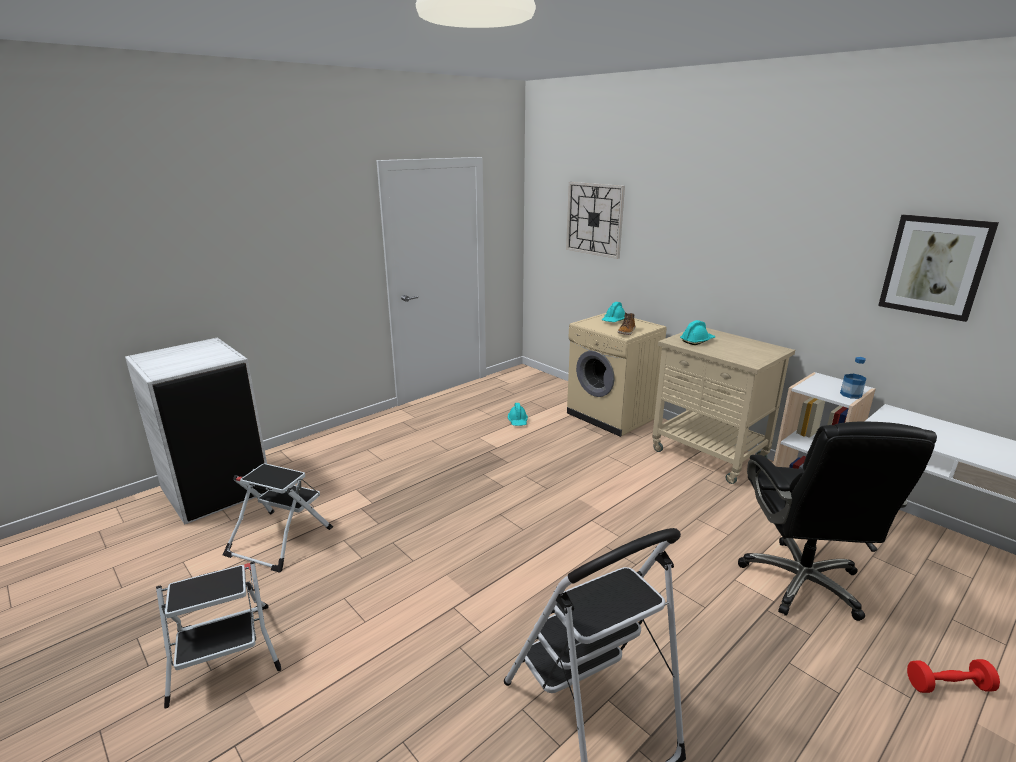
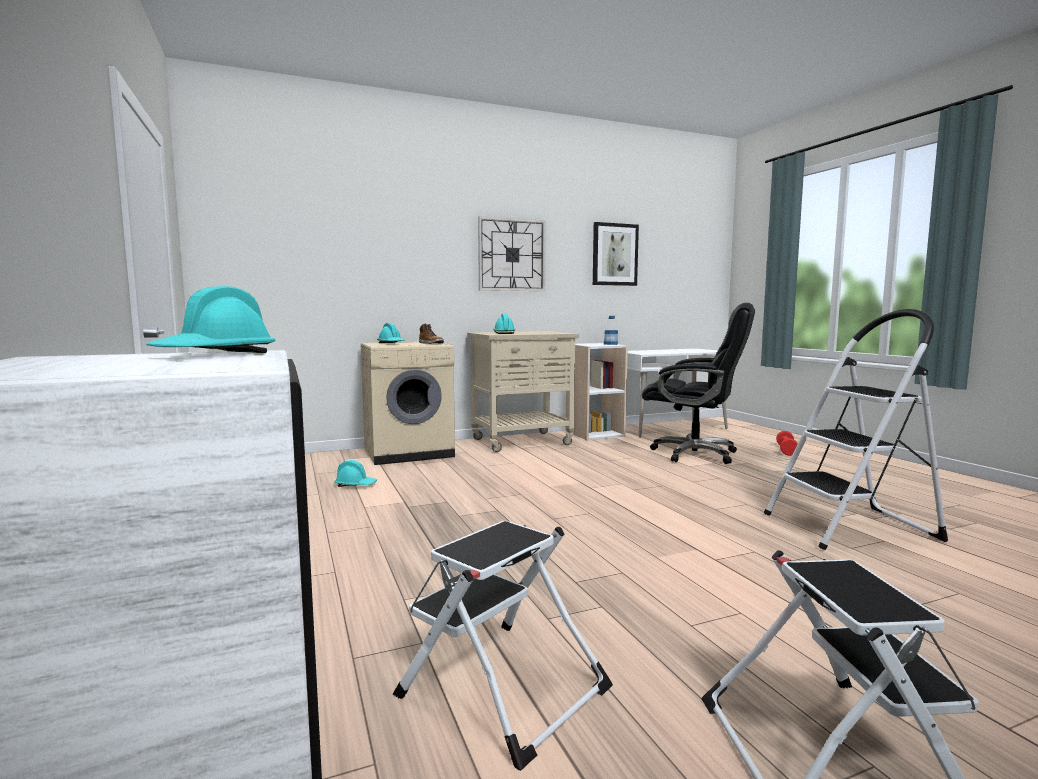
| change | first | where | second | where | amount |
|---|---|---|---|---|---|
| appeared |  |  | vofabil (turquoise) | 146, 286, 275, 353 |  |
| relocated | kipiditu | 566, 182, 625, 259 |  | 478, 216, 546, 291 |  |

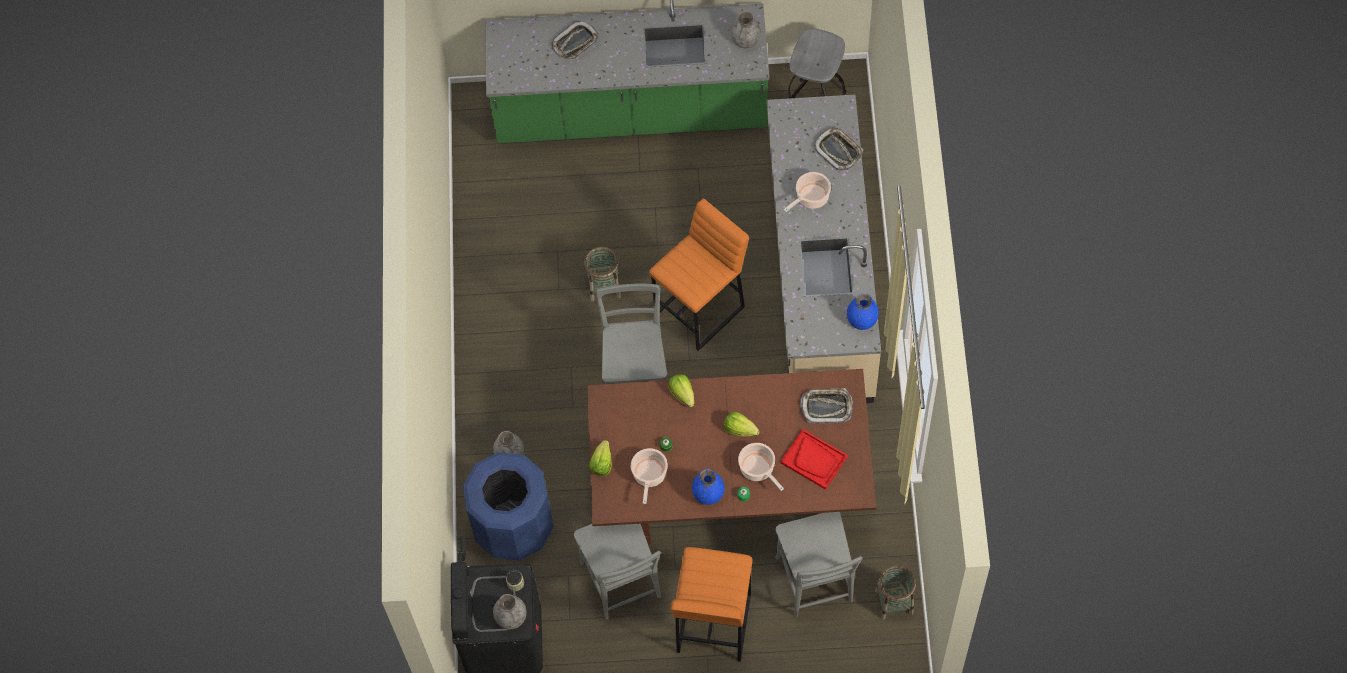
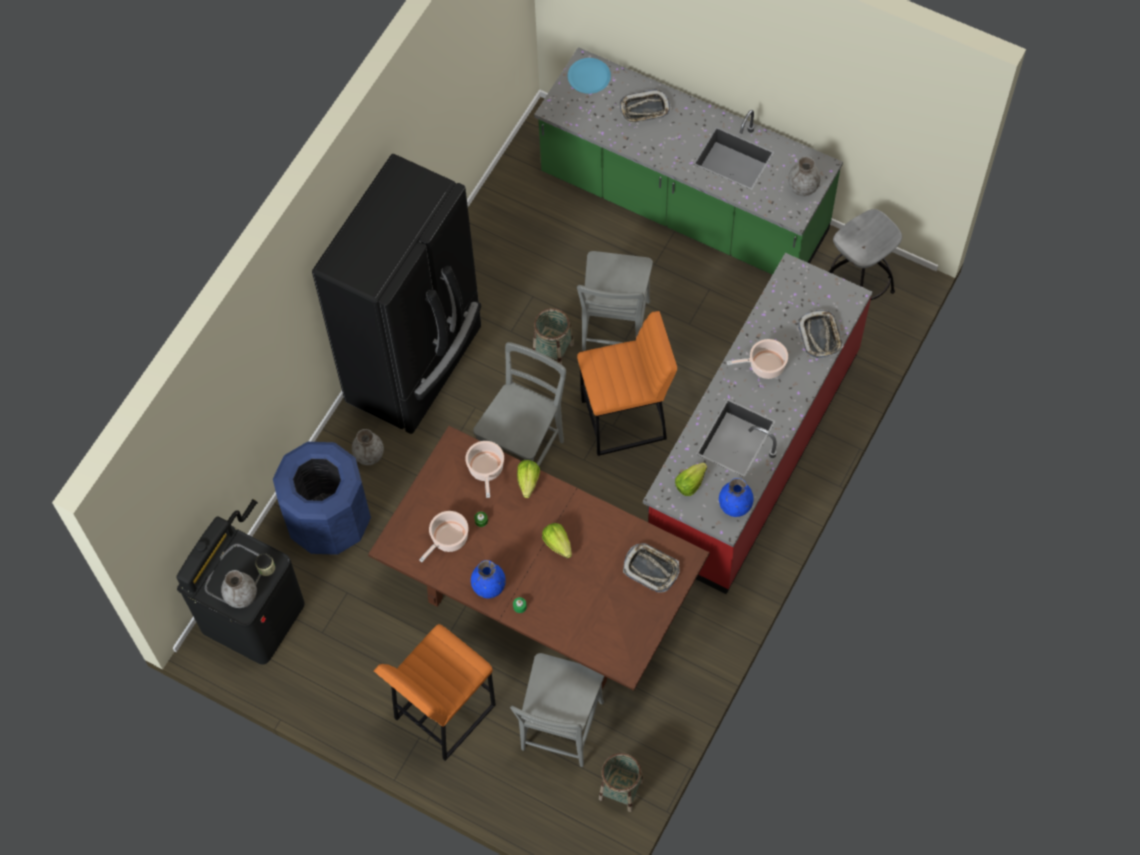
| change | first | where | second | where | amount |
|---|---|---|---|---|---|
| appeared |  |  | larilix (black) | 312, 154, 481, 434 |  |
| relocated | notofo | 738, 443, 784, 491 |  | 465, 441, 504, 498 |  |
| appeared |  |  | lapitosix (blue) | 568, 58, 611, 94 |  |
| relocated | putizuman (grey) | 574, 524, 661, 620 |  | 577, 251, 653, 351 |  |
| colour | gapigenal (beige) | 767, 95, 881, 403 | gapigenal (red) | 643, 253, 873, 594 |  |
| relocated | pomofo | 589, 440, 612, 476 |  | 675, 462, 707, 496 |  |
| missing | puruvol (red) | 780, 429, 848, 490 |  |  |  |

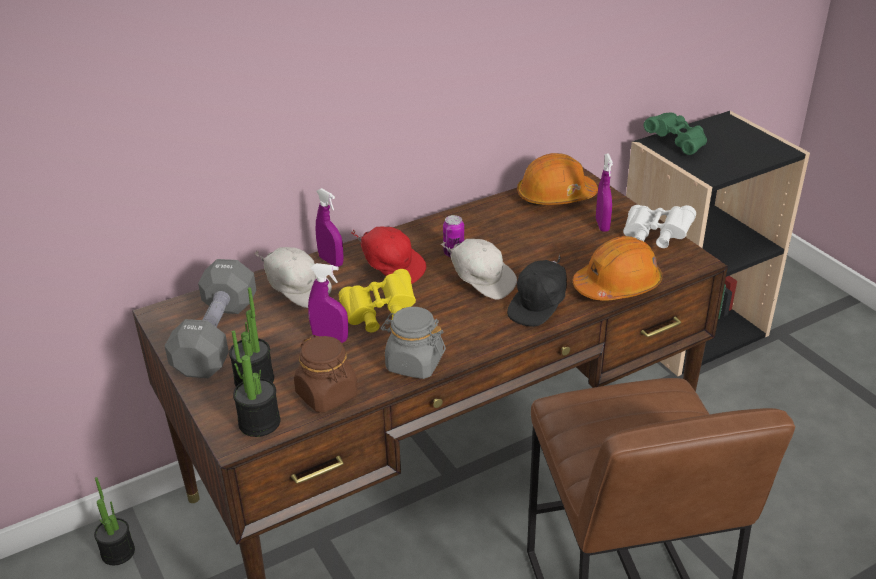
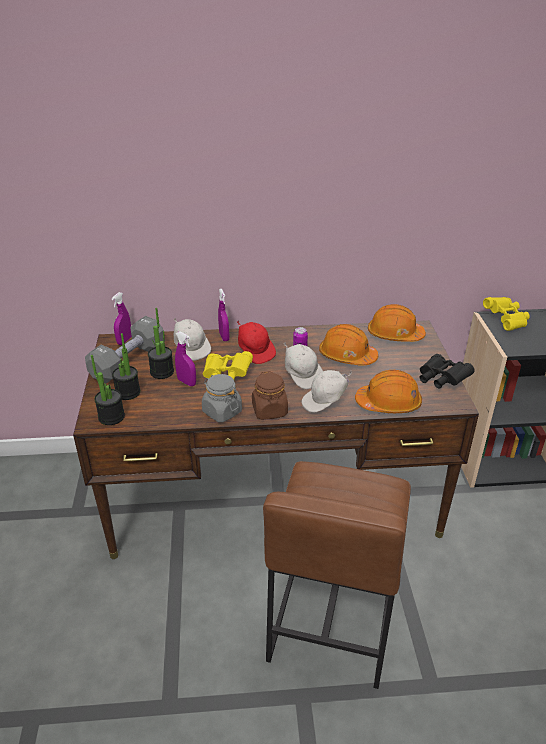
| change | first | where | second | where | amount |
|---|---|---|---|---|---|
| relocated | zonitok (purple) | 596, 153, 613, 232 |  | 111, 292, 132, 345 |  |
| relocated | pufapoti | 94, 477, 135, 565 |  | 148, 308, 174, 379 |  |
| relocated | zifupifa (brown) | 294, 335, 358, 413 |  | 252, 371, 288, 420 |  |
| colour | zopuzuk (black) | 507, 254, 567, 327 | zopuzuk (white) | 301, 370, 352, 413 |  |
| appeared |  |  | vofabil (orange) | 319, 324, 378, 366 |  |
| colour | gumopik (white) | 623, 205, 696, 248 | gumopik (black) | 420, 354, 475, 388 |  |
| colour | gumopik (green) | 644, 112, 707, 155 | gumopik (yellow) | 483, 297, 530, 331 |  |

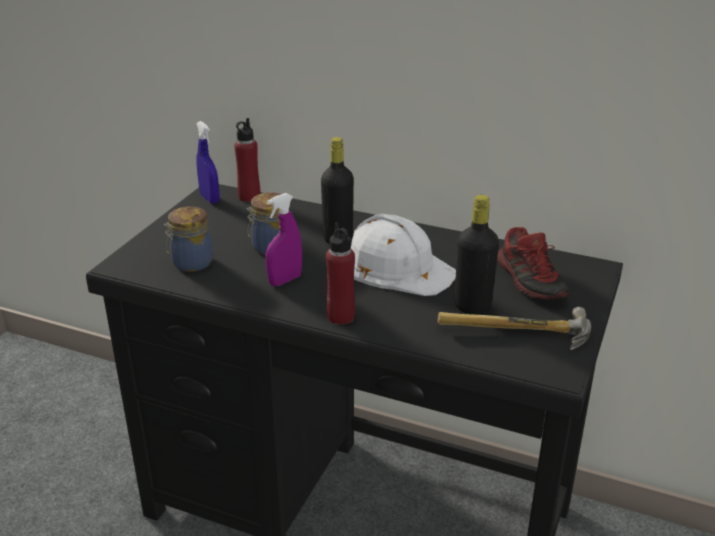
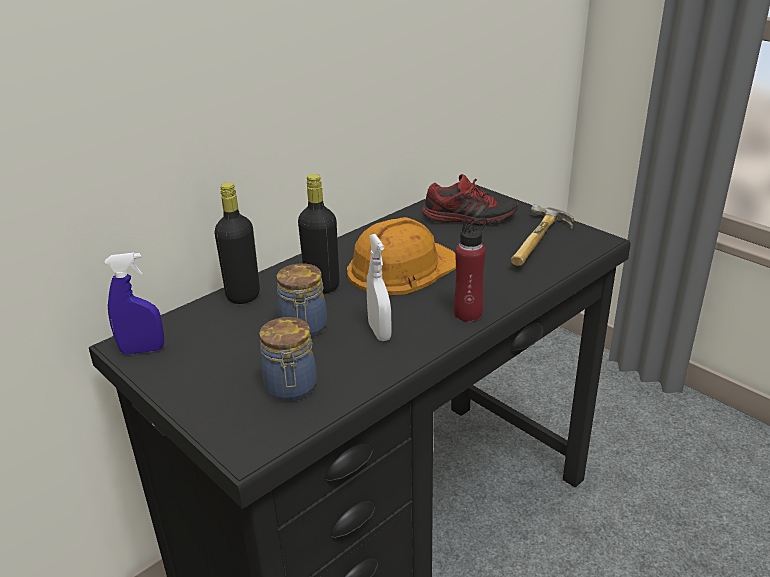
| change | first | where | second | where | amount |
|---|---|---|---|---|---|
| relocated | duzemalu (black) | 454, 195, 499, 314 |  | 214, 182, 260, 304 |  |
| colour | vofabil (white) | 351, 213, 456, 296 | vofabil (orange) | 347, 217, 456, 295 |  |
| colour | zonitok (purple) | 266, 193, 302, 286 | zonitok (white) | 366, 234, 392, 341 |  |
| missing | duzemalu (red) | 234, 118, 261, 202 |  |  |  |

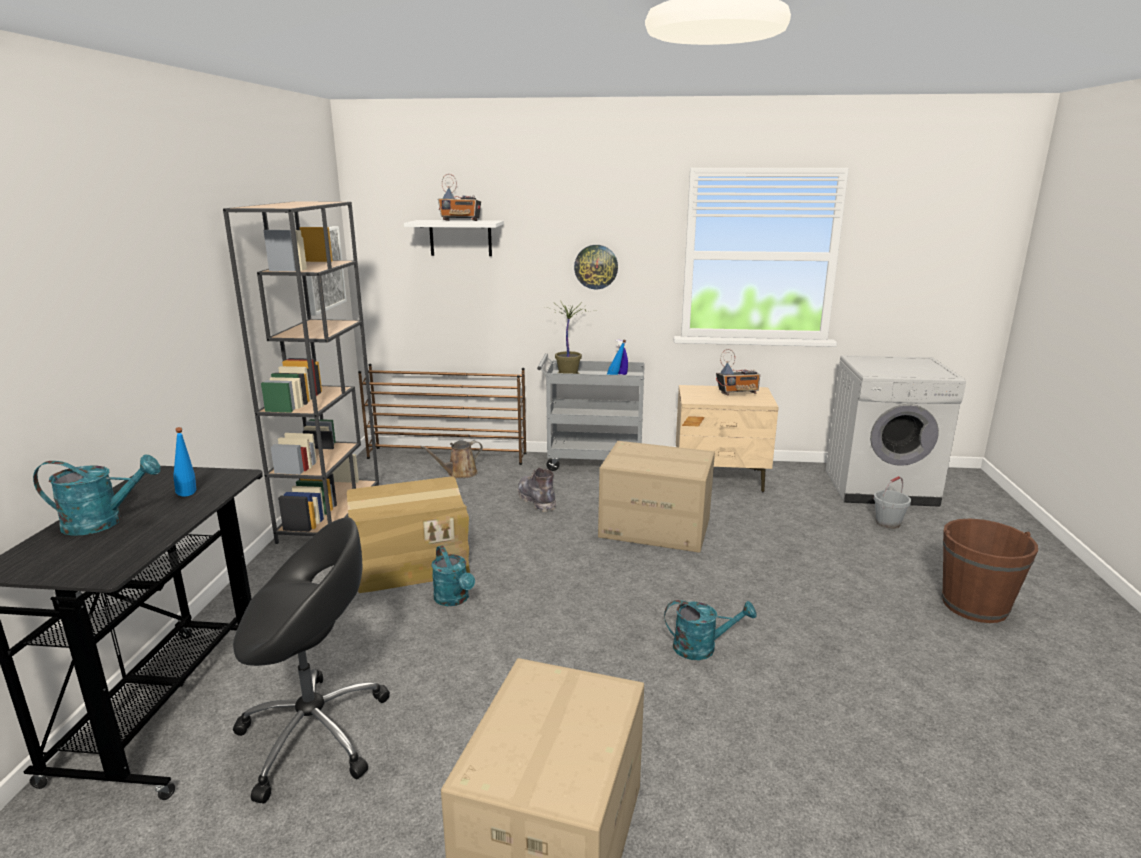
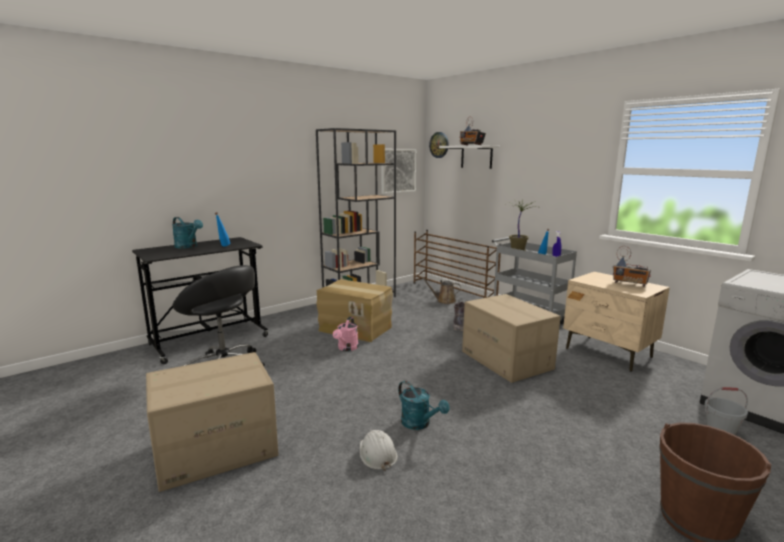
| change | first | where | second | where | amount |
|---|---|---|---|---|---|
| colour | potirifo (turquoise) | 432, 545, 475, 606 | potirifo (pink) | 333, 317, 359, 351 |  |
| appeared |  |  | vofabil (white) | 359, 430, 398, 471 |  |
| relocated | kipiditu | 574, 245, 618, 289 |  | 429, 132, 449, 158 |  |

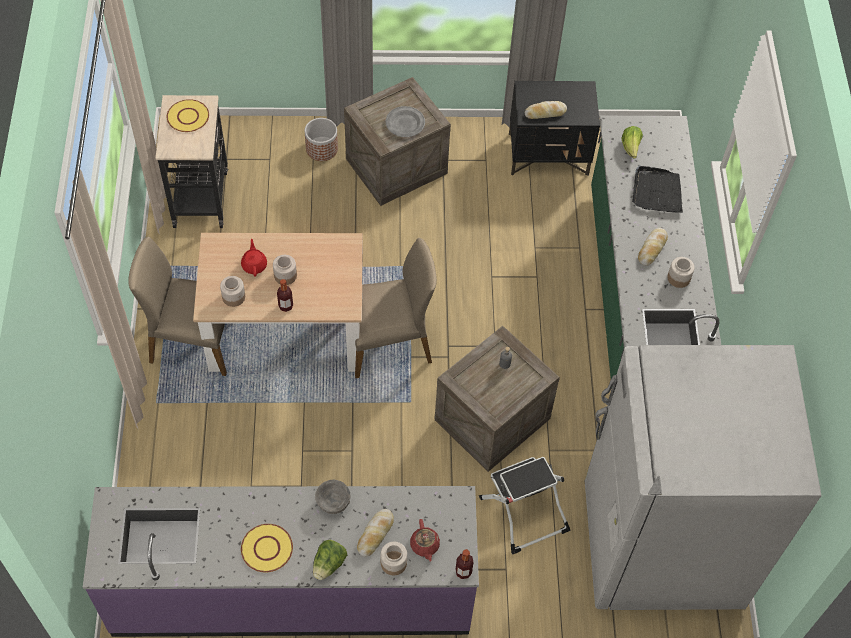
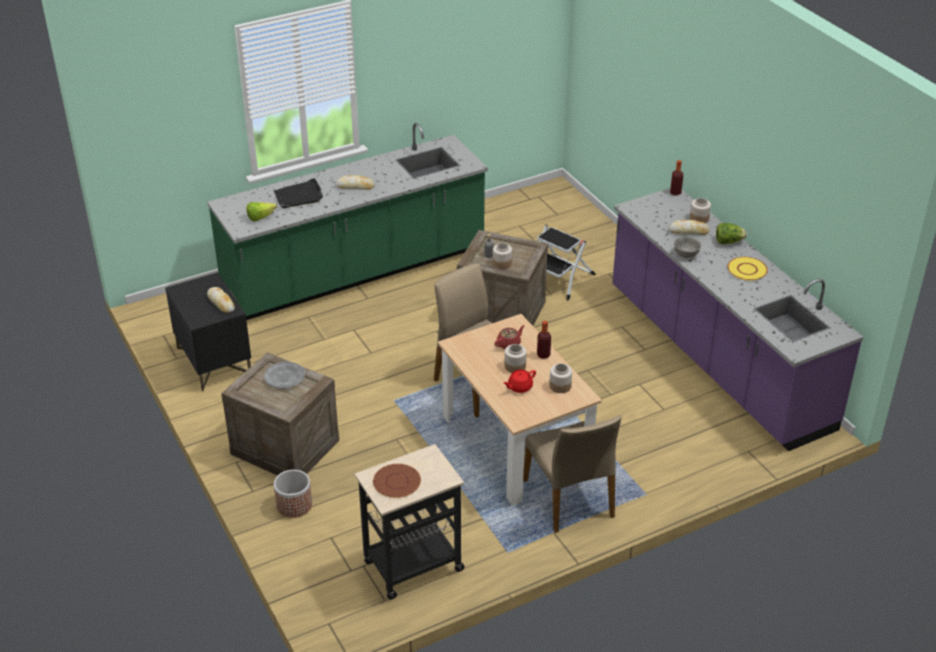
| change | first | where | second | where | amount |
|---|---|---|---|---|---|
| colour | lapitosix (yellow) | 167, 99, 209, 132 | lapitosix (brown) | 373, 464, 421, 498 |  |
| relocated | zifupifa | 667, 257, 695, 288 |  | 493, 243, 512, 269 |  |
| relocated | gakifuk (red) | 410, 519, 440, 562 |  | 495, 325, 525, 349 |  |
| missing | larilix (white) | 585, 345, 822, 610 |  |  |  |

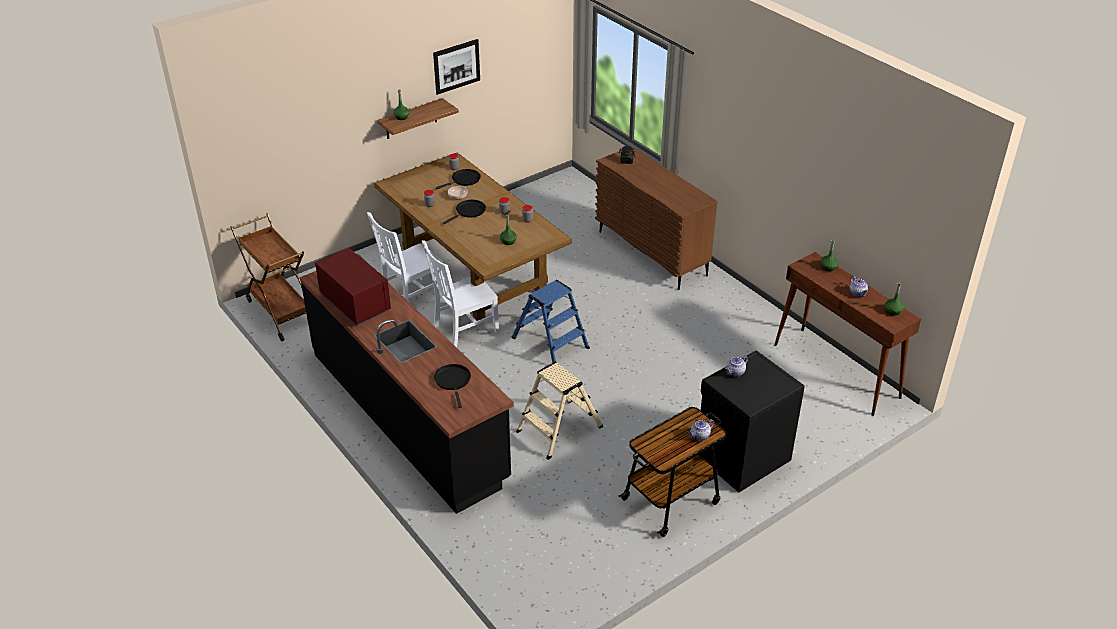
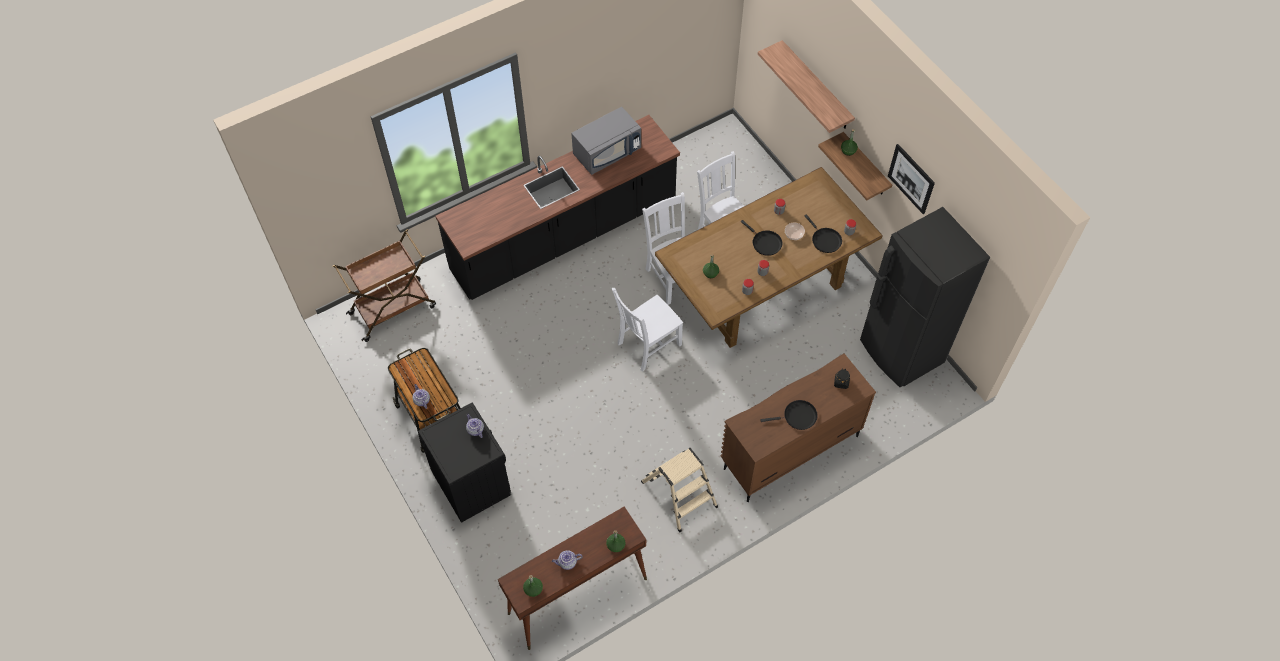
| change | first | where | second | where | amount |
|---|---|---|---|---|---|
| relocated | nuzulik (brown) | 230, 213, 306, 341 |  | 332, 229, 436, 342 |  |
| colour | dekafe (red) | 315, 248, 391, 325 | dekafe (grey) | 571, 107, 641, 175 |  |
| exchanged | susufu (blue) | 511, 279, 590, 363 | putizuman (white) | 611, 288, 683, 371 |  |
| relocated | susufu (beige) | 516, 361, 603, 460 |  | 641, 448, 718, 532 |  |
| appeared |  |  | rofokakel | 758, 40, 855, 133 |  |
| relocated | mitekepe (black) | 434, 364, 471, 408 |  | 760, 400, 818, 430 |  |
| appeared |  |  | larilix (black) | 860, 207, 990, 387 |  |

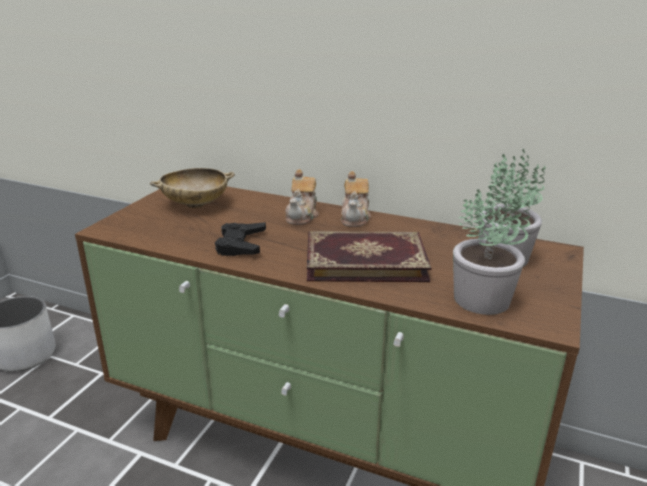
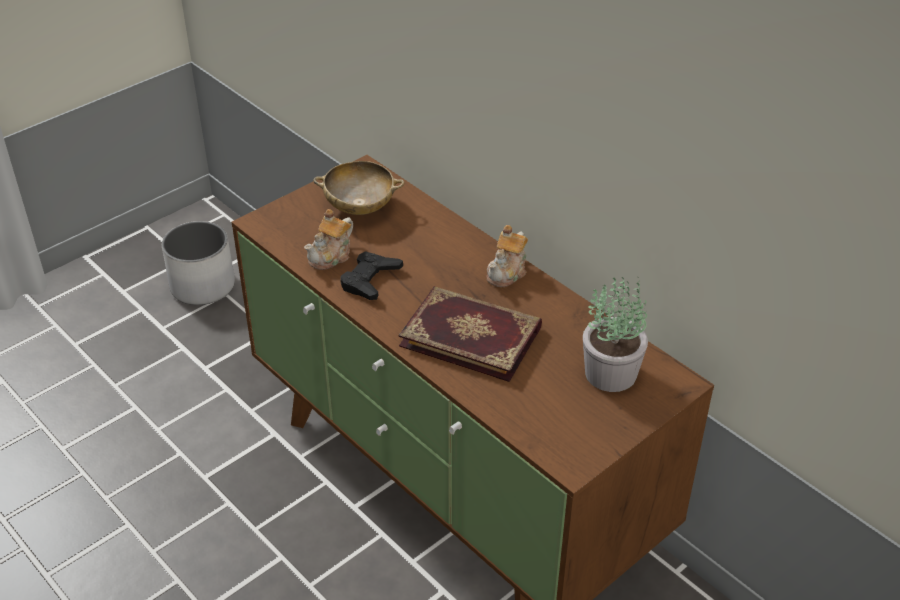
| change | first | where | second | where | amount |
|---|---|---|---|---|---|
| relocated | gakifuk | 285, 169, 319, 225 |  | 304, 209, 353, 270 |  |
| missing | pufapoti | 453, 183, 531, 315 |  |  |  |

